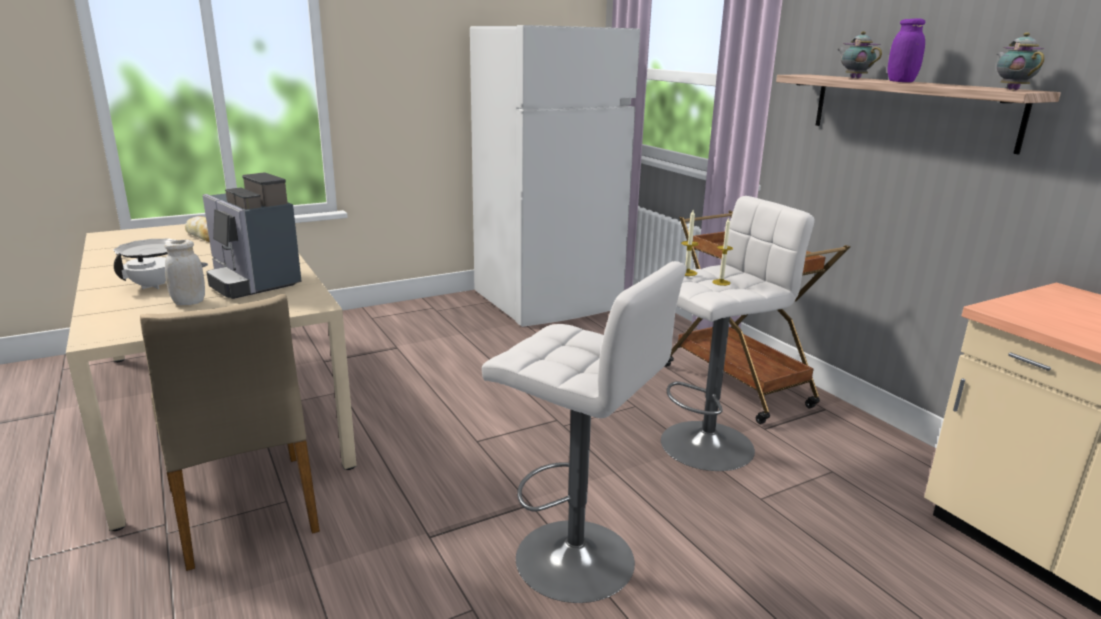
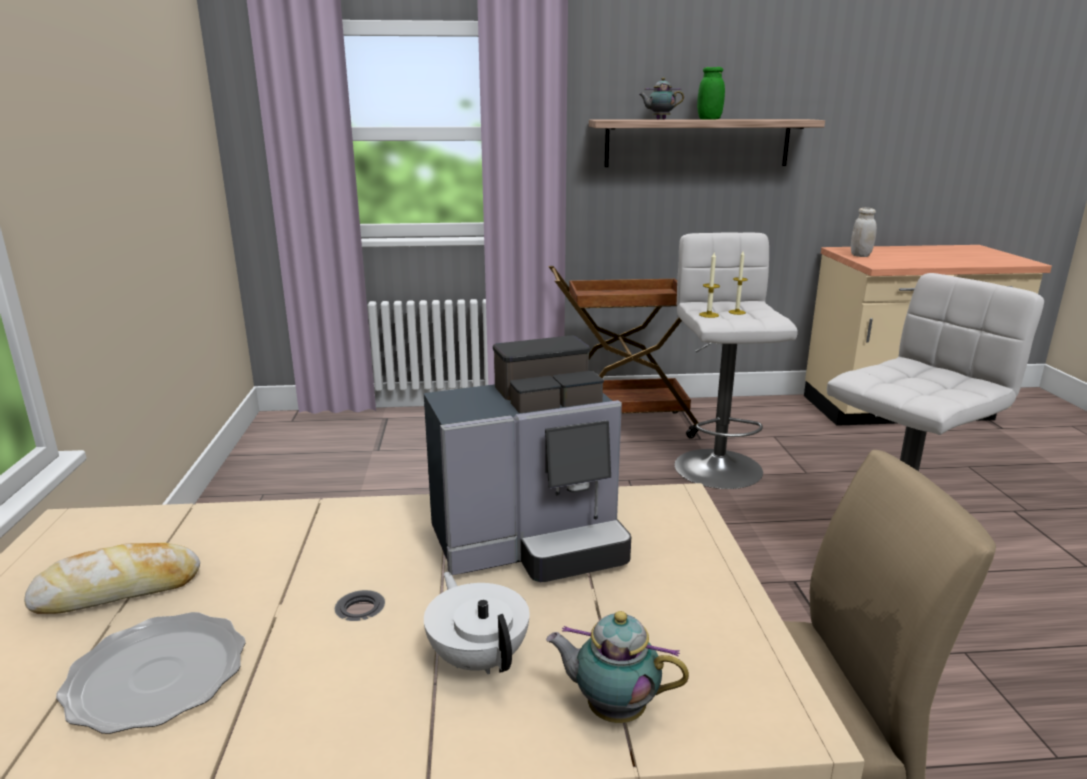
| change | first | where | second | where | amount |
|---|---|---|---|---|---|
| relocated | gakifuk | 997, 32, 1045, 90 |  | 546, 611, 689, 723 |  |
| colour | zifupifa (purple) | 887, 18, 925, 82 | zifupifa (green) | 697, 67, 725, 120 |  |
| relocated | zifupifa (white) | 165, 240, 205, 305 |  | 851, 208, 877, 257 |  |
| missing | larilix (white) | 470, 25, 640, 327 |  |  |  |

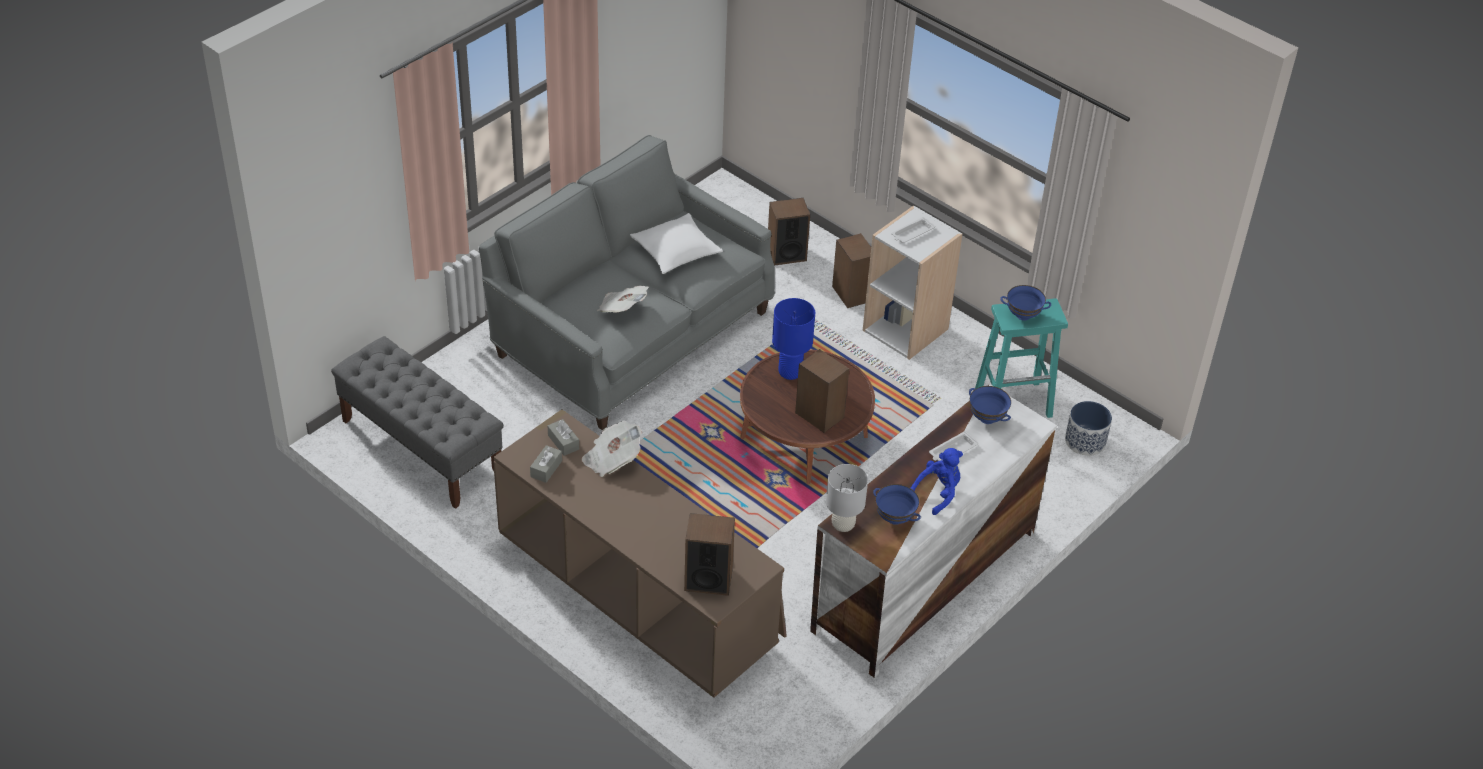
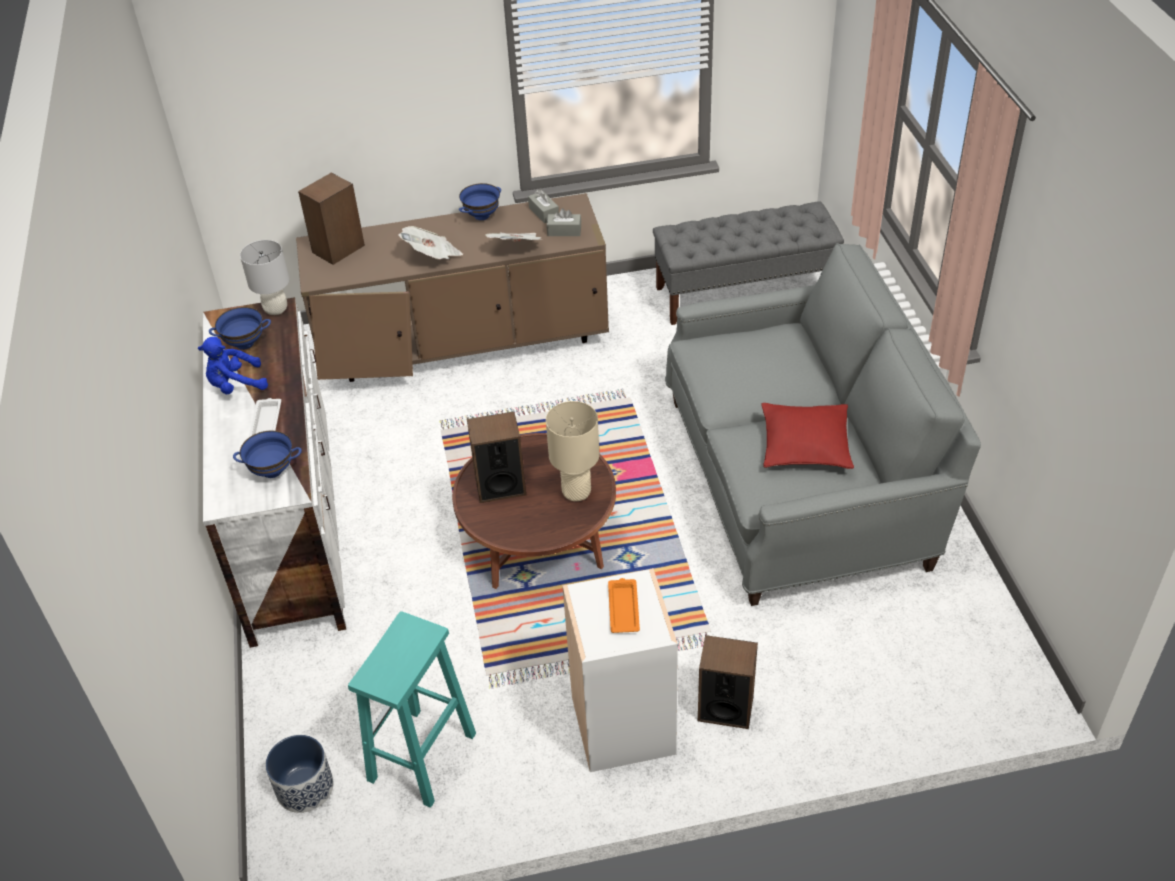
| change | first | where | second | where | amount |
|---|---|---|---|---|---|
| spun | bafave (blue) | 911, 448, 963, 515 |  | 198, 337, 268, 395 | 75 degrees clockwise |
| relocated | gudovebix | 597, 285, 649, 313 |  | 398, 226, 463, 259 |  |
| relocated | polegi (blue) | 1000, 285, 1051, 321 |  | 459, 183, 501, 220 |  |
| colour | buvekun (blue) | 772, 298, 815, 380 | buvekun (beige) | 546, 401, 600, 501 |  |
| colour | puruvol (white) | 892, 217, 935, 243 | puruvol (orange) | 608, 578, 640, 633 |  |
| colour | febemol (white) | 630, 213, 723, 274 | febemol (red) | 761, 403, 854, 469 |  |
| missing | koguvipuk | 768, 198, 810, 266 |  |  |  |

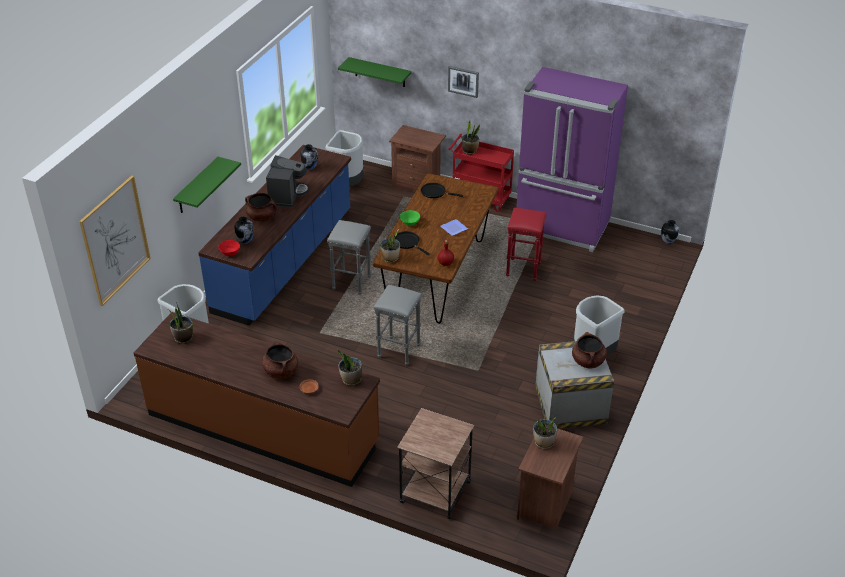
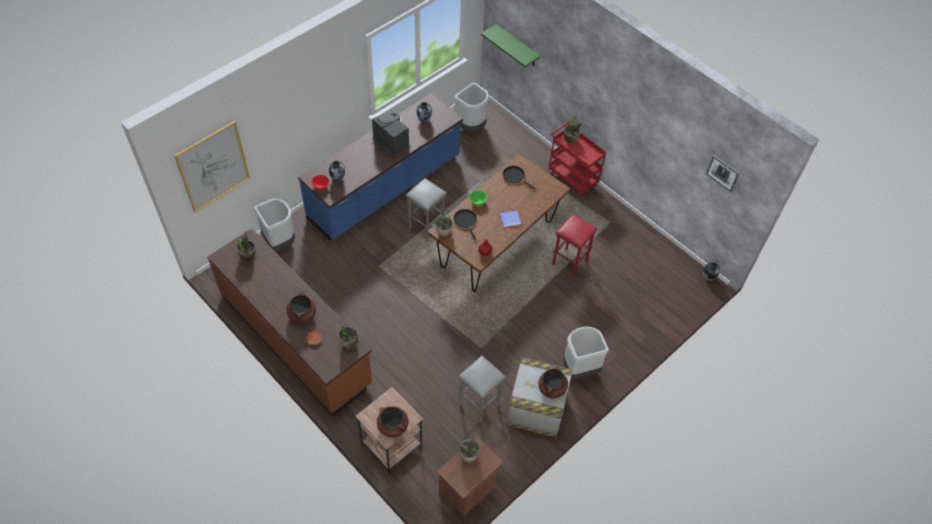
| change | first | where | second | where | amount |
|---|---|---|---|---|---|
| spun | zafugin | 266, 155, 309, 208 |  | 372, 111, 410, 158 | 75 degrees counterclockwise |
| relocated | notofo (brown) | 245, 193, 277, 221 |  | 377, 406, 408, 437 |  |
| relocated | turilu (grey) | 374, 285, 422, 366 |  | 459, 356, 506, 423 |  |
| relocated | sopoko | 448, 66, 479, 98 |  | 706, 155, 740, 192 |  |
| missing | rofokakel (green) | 173, 157, 241, 213 |  |  |  |
| missing | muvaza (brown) | 389, 125, 446, 192 |  |  |  |
| missing | larilix (purple) | 516, 67, 628, 252 |  |  |  |

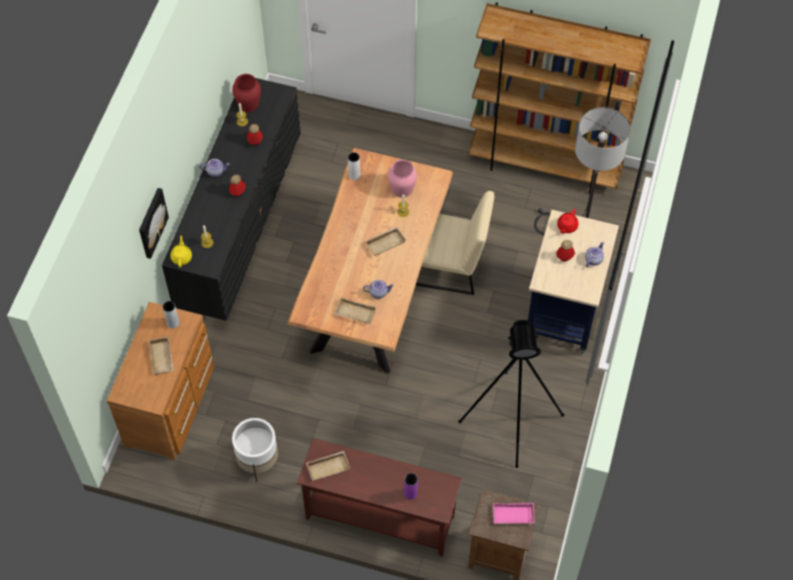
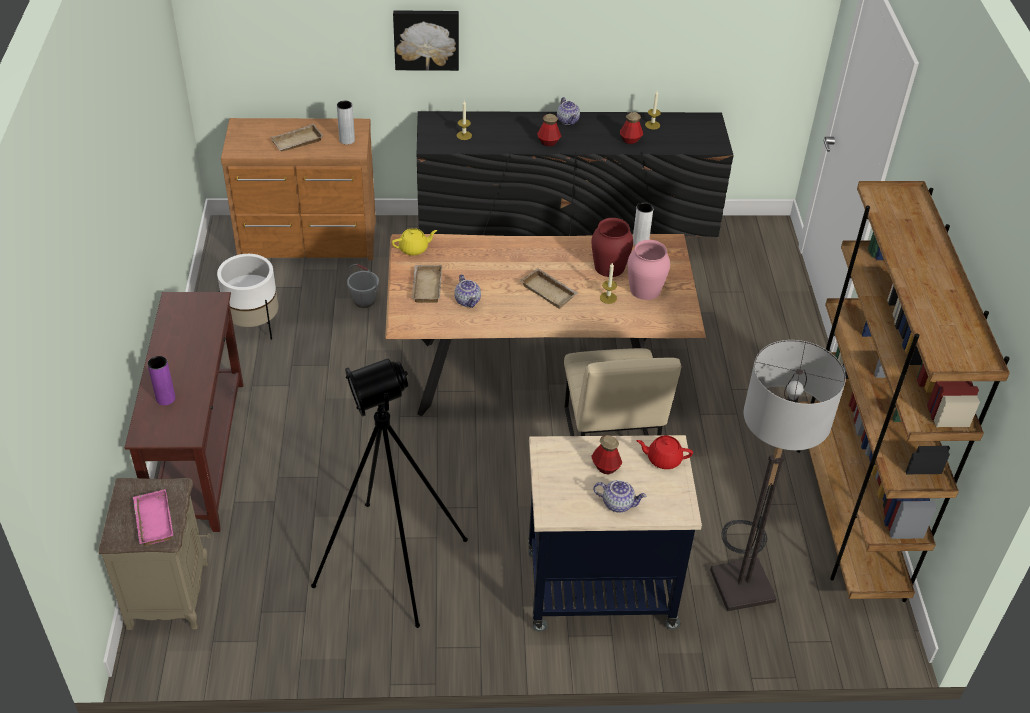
| change | first | where | second | where | amount |
|---|---|---|---|---|---|
| appeared |  |  | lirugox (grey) | 347, 264, 379, 308 |  |
| relocated | gakifuk (yellow) | 170, 235, 192, 267 |  | 392, 228, 437, 256 |  |
| relocated | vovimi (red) | 232, 74, 261, 112 |  | 591, 218, 633, 277 |  |
| missing | puruvol (beige) | 306, 451, 351, 481 |  |  |  |

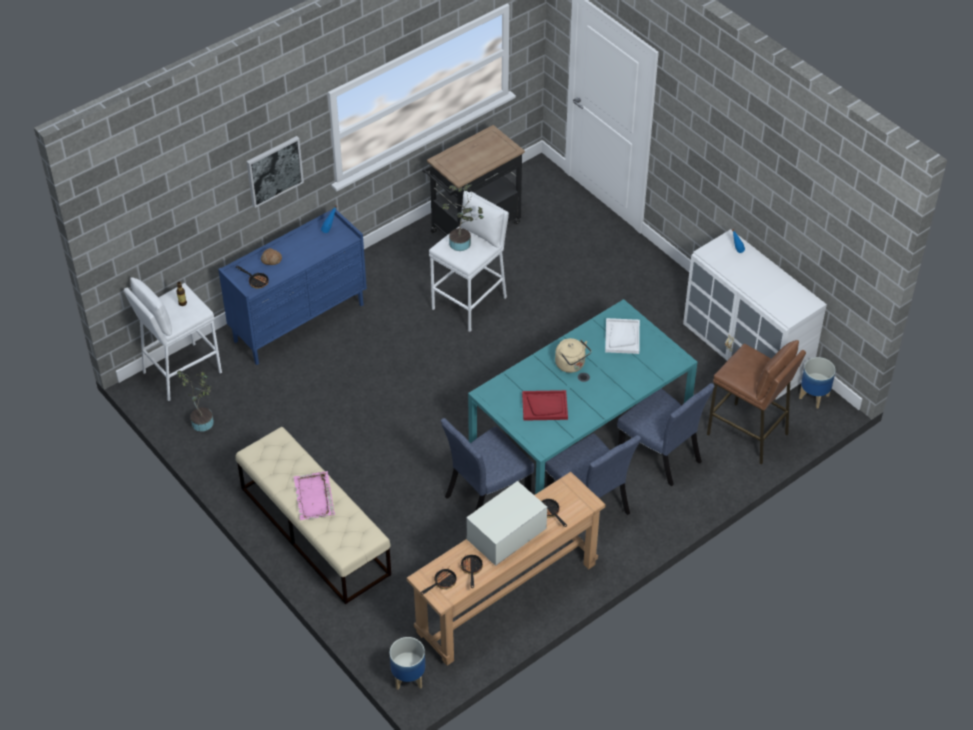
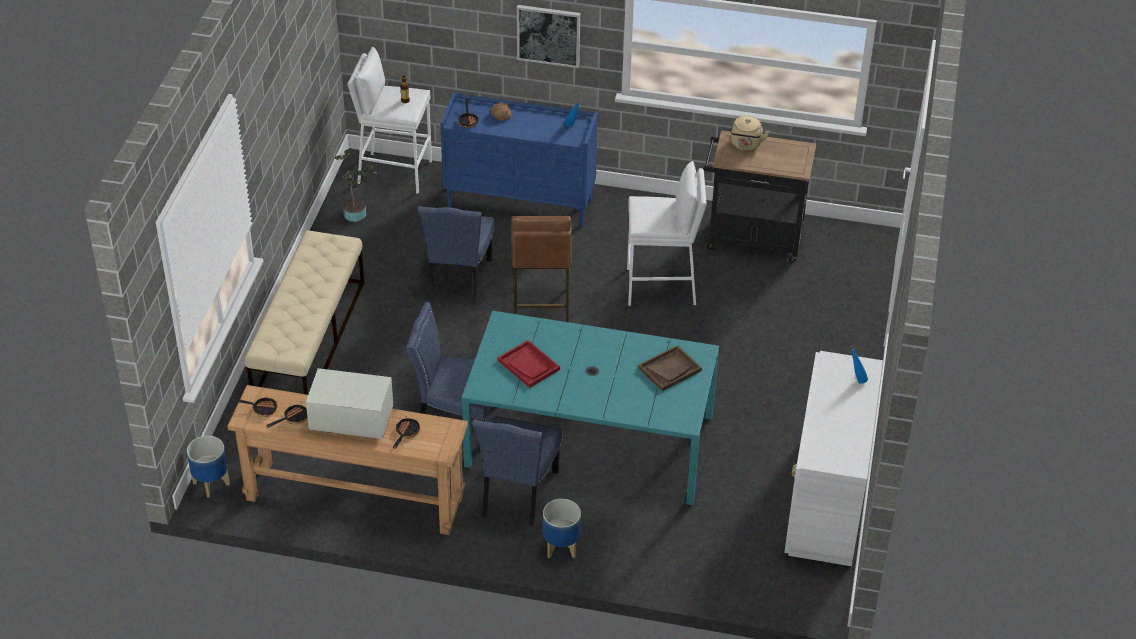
| change | first | where | second | where | amount |
|---|---|---|---|---|---|
| relocated | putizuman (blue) | 617, 383, 714, 486 |  | 418, 206, 495, 304 |  |
| relocated | turilu (brown) | 707, 340, 806, 465 |  | 511, 216, 572, 322 |  |
| relocated | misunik | 799, 357, 836, 408 |  | 543, 499, 581, 558 |  |
| colour | puruvol (white) | 605, 318, 640, 354 | puruvol (brown) | 638, 345, 702, 391 |  |
| relocated | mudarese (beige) | 555, 338, 592, 373 |  | 731, 115, 770, 151 |  |
| missing | puruvol (pink) | 293, 471, 335, 520 |  |  |  |
| missing | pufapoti | 441, 184, 484, 251 |  |  |  |

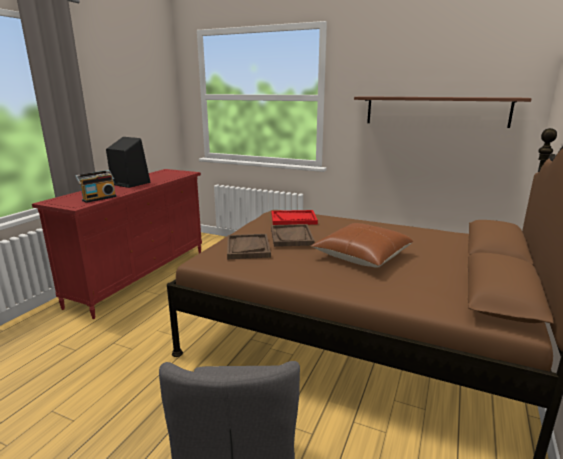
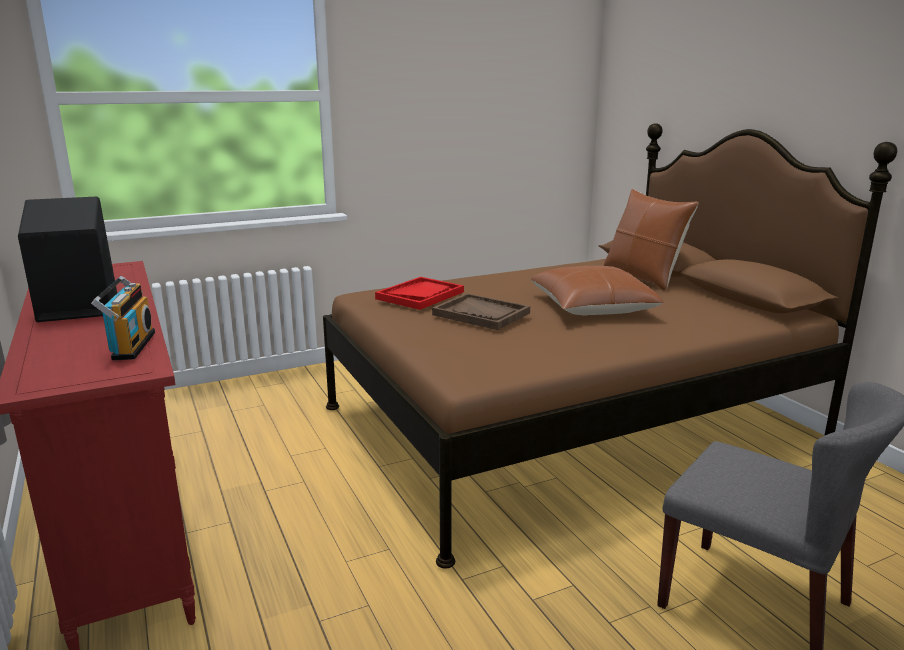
| change | first | where | second | where | amount |
|---|---|---|---|---|---|
| appeared |  |  | febemol (brown) | 604, 189, 699, 290 |  |
| missing | puruvol (brown) | 227, 234, 271, 259 |  |  |  |
| missing | rofokakel (brown) | 354, 96, 532, 128 |  |  |  |

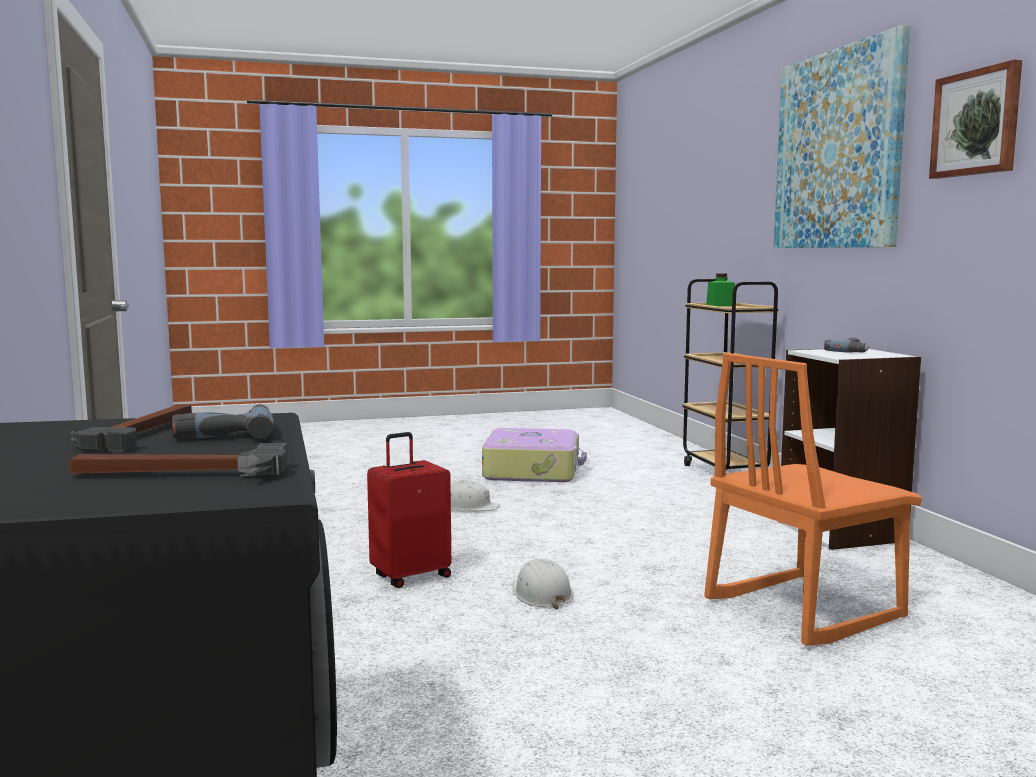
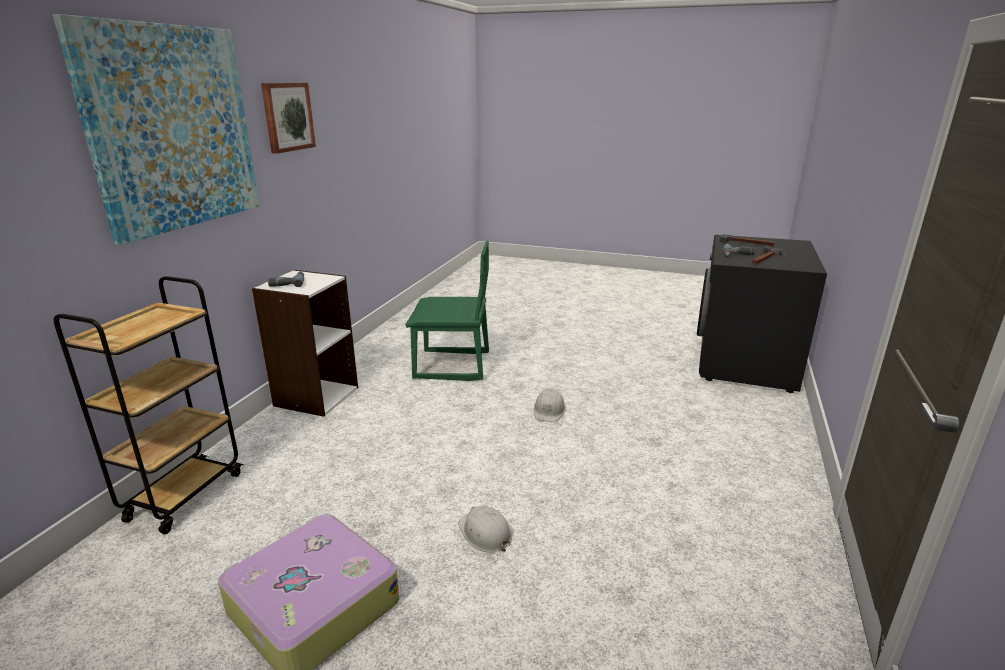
| change | first | where | second | where | amount |
|---|---|---|---|---|---|
| colour | putizuman (orange) | 705, 353, 922, 646 | putizuman (green) | 405, 241, 489, 381 |  |
| missing | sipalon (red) | 367, 432, 451, 588 |  |  |  |
| missing | zifupifa (green) | 706, 273, 735, 307 |  |  |  |

